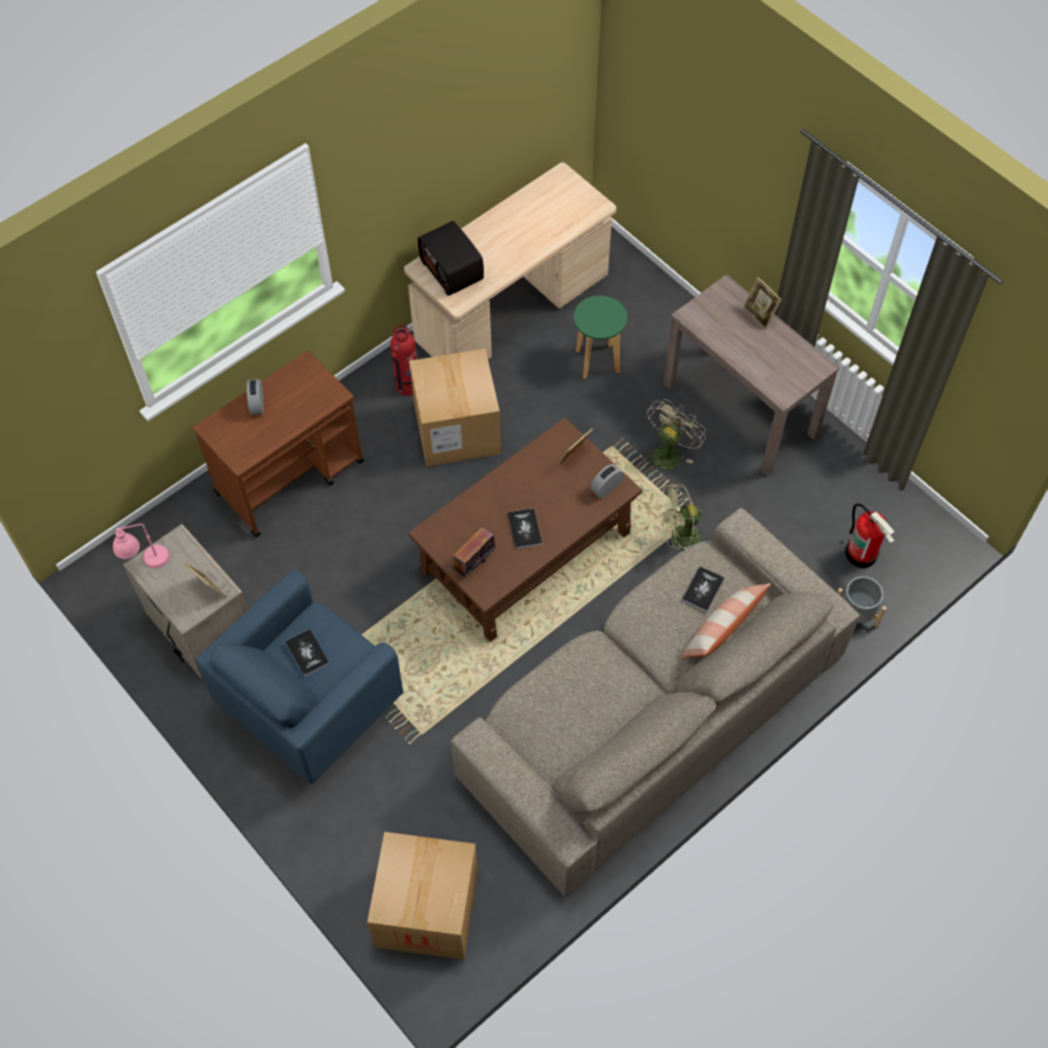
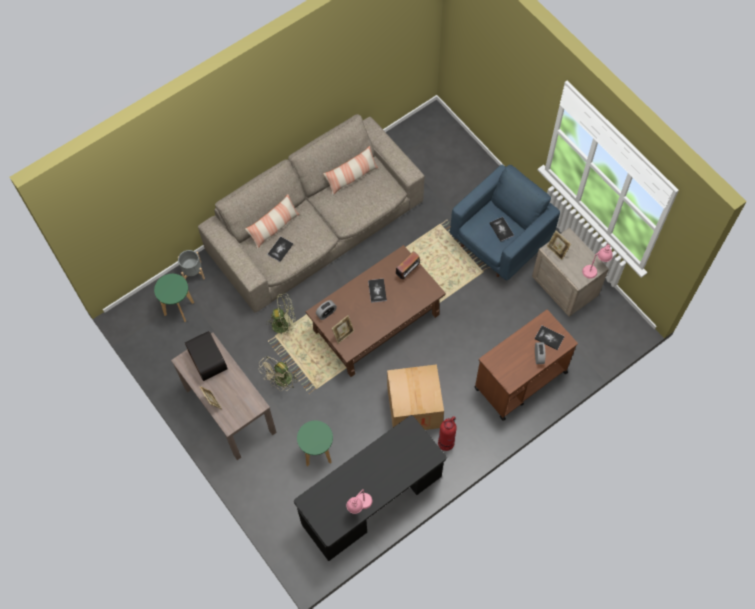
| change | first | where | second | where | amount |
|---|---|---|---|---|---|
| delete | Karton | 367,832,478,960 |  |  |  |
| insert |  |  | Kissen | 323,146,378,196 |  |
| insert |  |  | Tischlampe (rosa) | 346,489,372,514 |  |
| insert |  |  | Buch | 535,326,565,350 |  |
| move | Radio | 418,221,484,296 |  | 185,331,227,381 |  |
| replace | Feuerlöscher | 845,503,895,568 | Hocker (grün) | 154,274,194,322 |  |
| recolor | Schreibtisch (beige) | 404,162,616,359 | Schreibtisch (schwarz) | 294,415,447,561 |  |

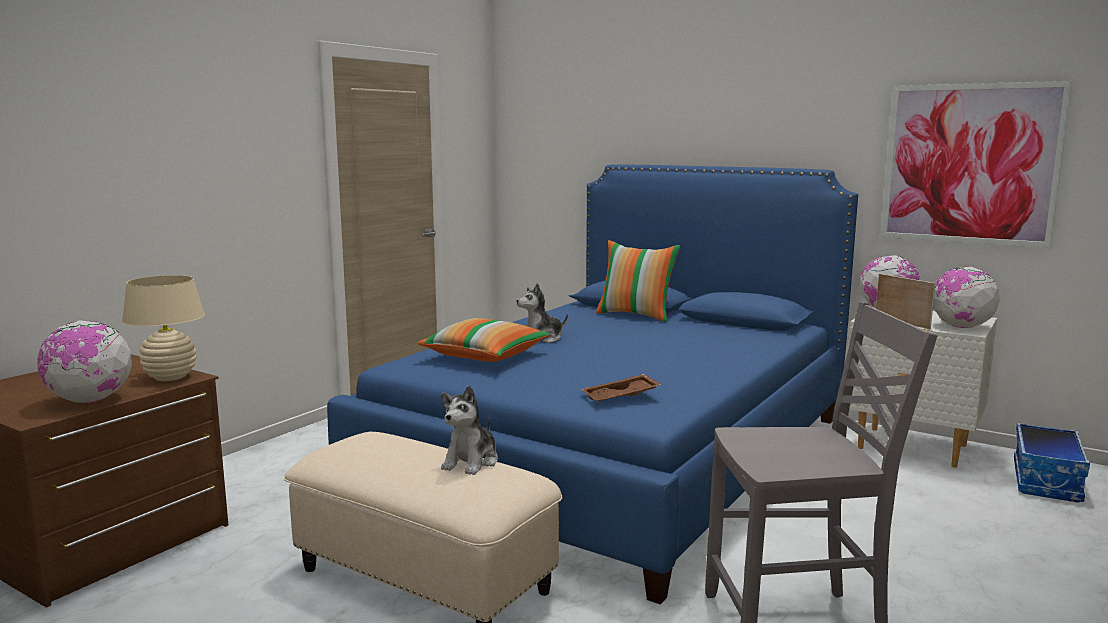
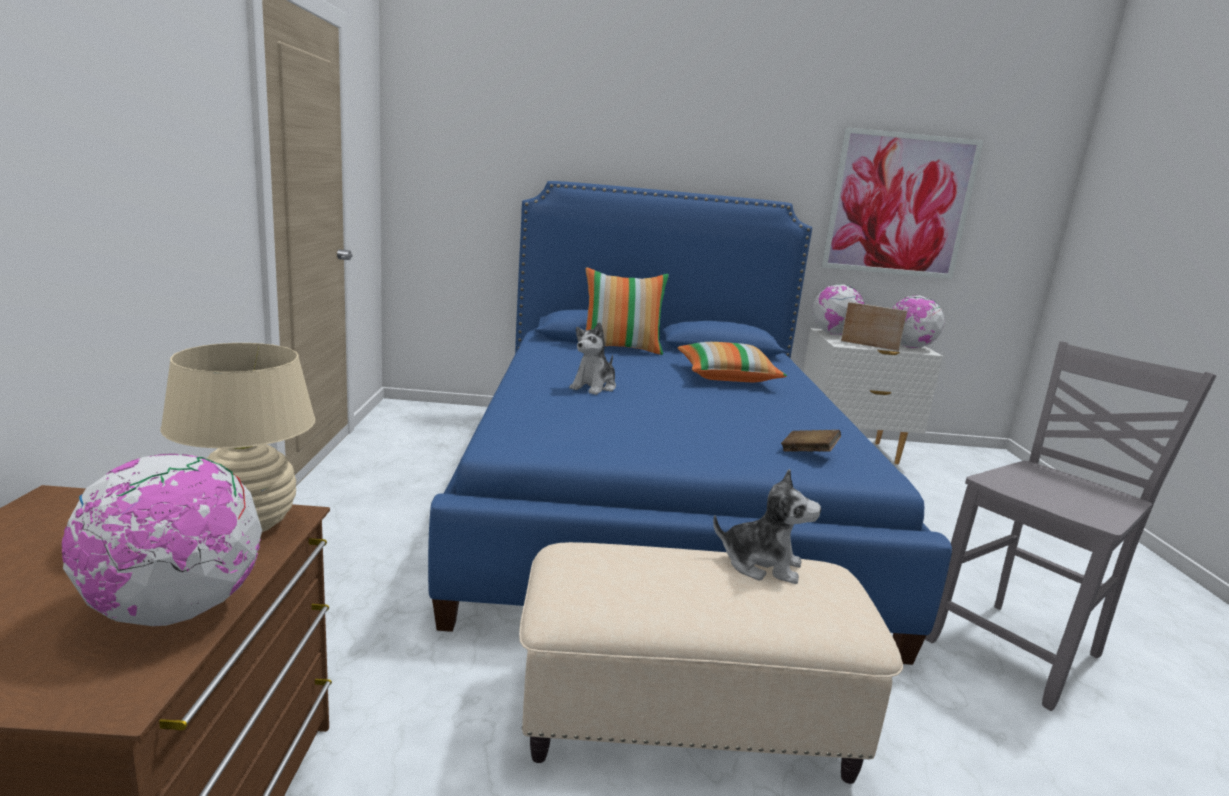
| change | first | where | second | where | amount |
|---|---|---|---|---|---|
| delete | Aufbewahrungsbox | 1014,423,1090,502 |  |  |  |
| move | Kissen | 418,318,550,362 |  | 677,342,787,382 |  |
| replace | Tablett (braun) | 581,374,662,401 | Buch (braun) | 781,430,841,452 |  |
| rotate | Plüschtier | 441,386,498,475 |  | 713,469,821,584 | 60 degrees counterclockwise |

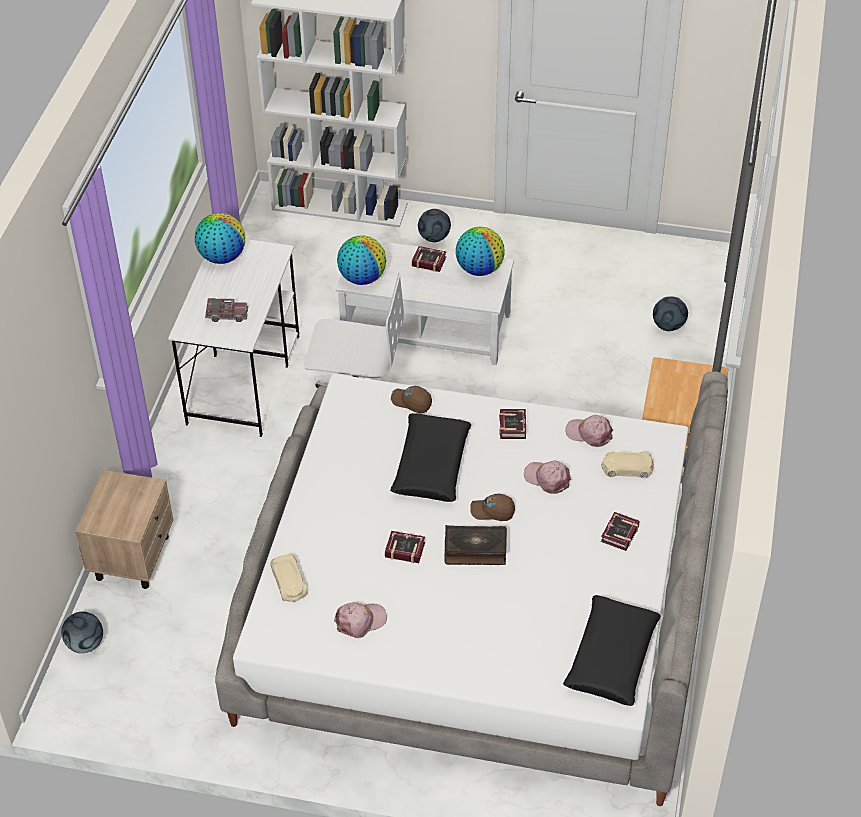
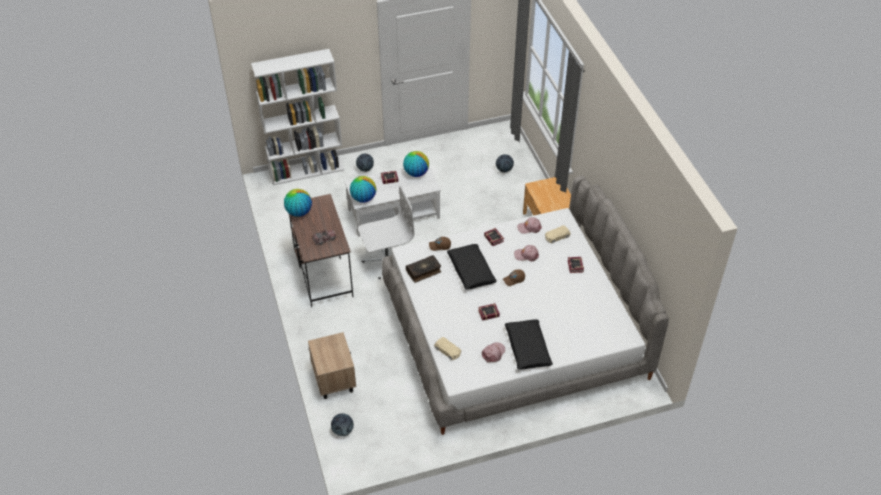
| change | first | where | second | where | amount |
|---|---|---|---|---|---|
| move | Buch | 444,525,507,565 |  | 406,255,441,283 |  |
| move | Kissen (schwarz) | 563,595,661,706 |  | 505,319,553,370 |  |
| recolor | Schreibtisch (weiß) | 168,239,300,437 | Schreibtisch (braun) | 289,194,353,307 |  |

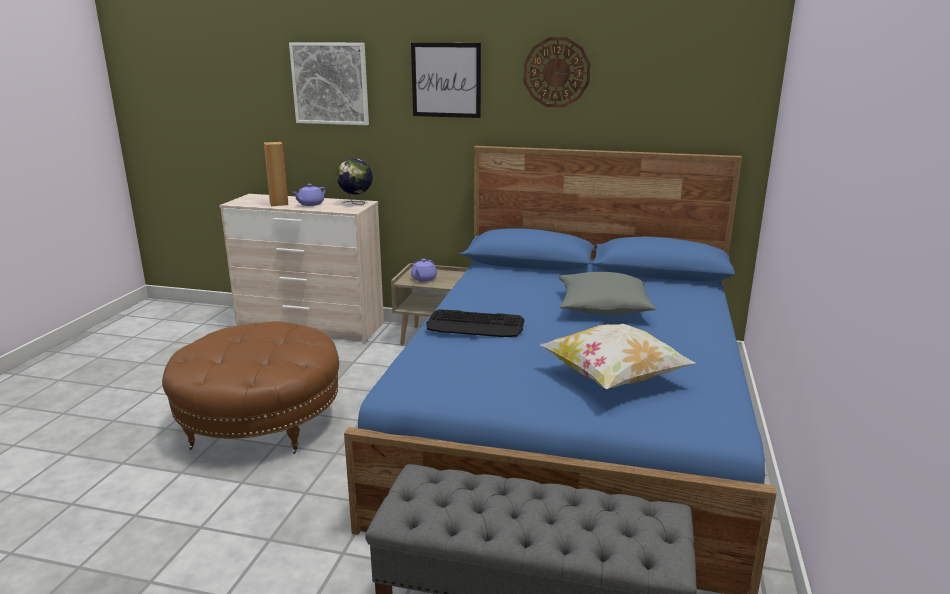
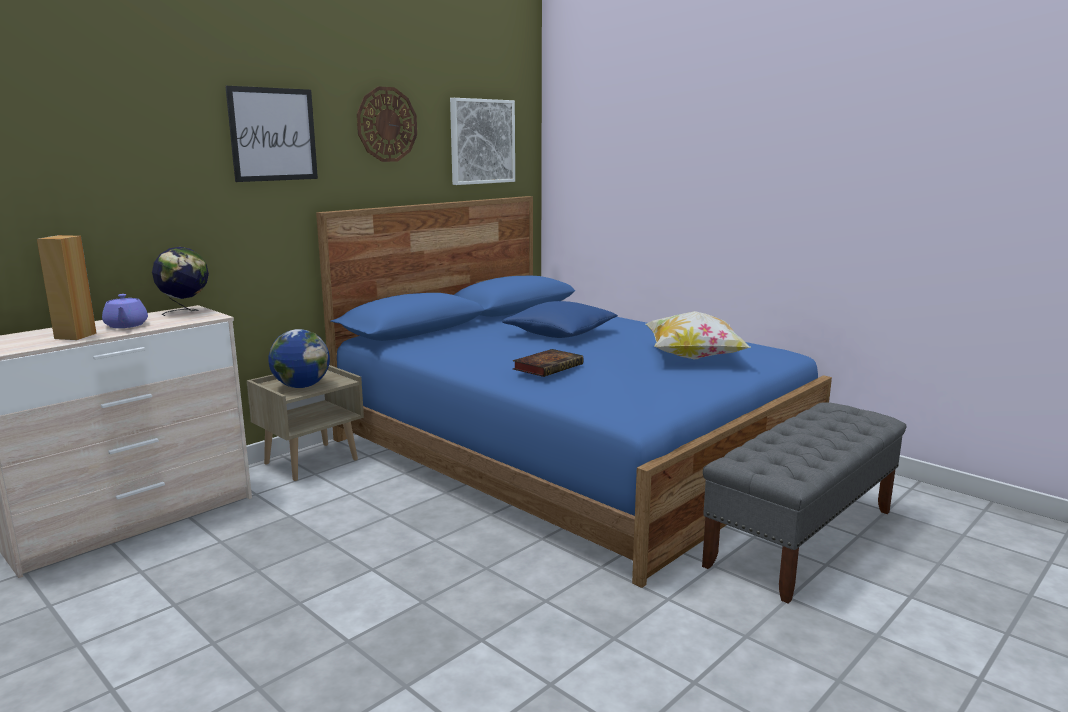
| change | first | where | second | where | amount |
|---|---|---|---|---|---|
| delete | Polsterhocker (braun) | 162,321,339,454 |  |  |  |
| move | Bild | 289,42,369,125 |  | 450,98,515,185 |  |
| replace | Teekanne (lila) | 411,259,437,282 | Globus | 268,329,330,388 |  |
| replace | Tastatur | 426,309,525,337 | Buch | 513,349,584,377 |  |
| recolor | Kissen (grau) | 559,272,657,315 | Kissen (blau) | 502,301,618,338 |  |

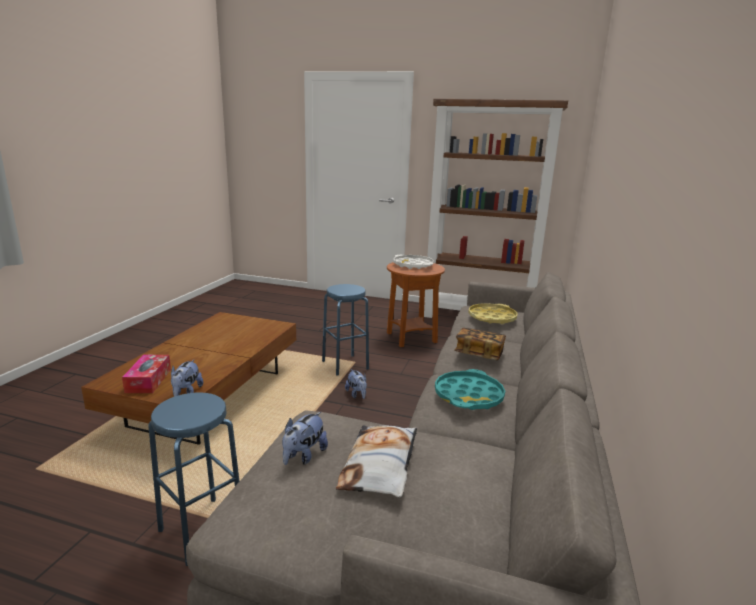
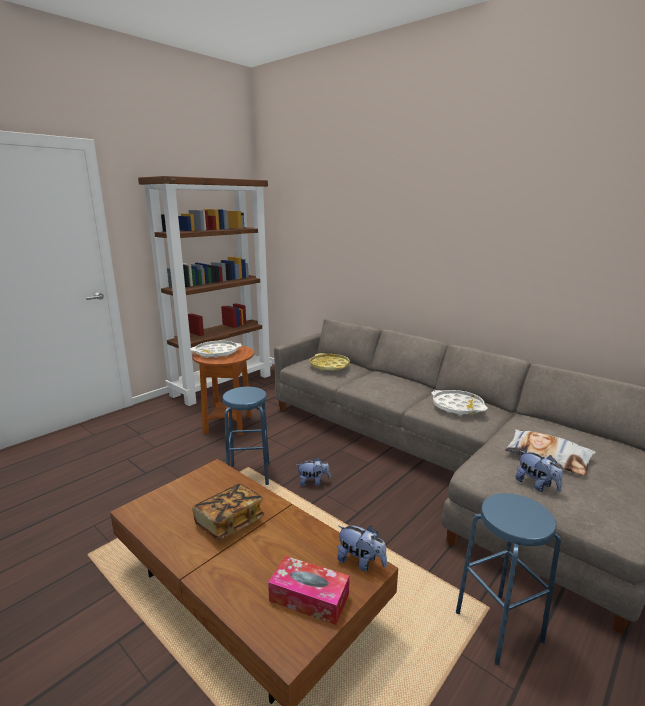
| change | first | where | second | where | amount |
|---|---|---|---|---|---|
| move | Buch | 454,328,506,360 |  | 192,484,264,540 |  |
| recolor | Tablett (türkis) | 435,369,505,410 | Tablett (weiß) | 432,390,487,415 |  |

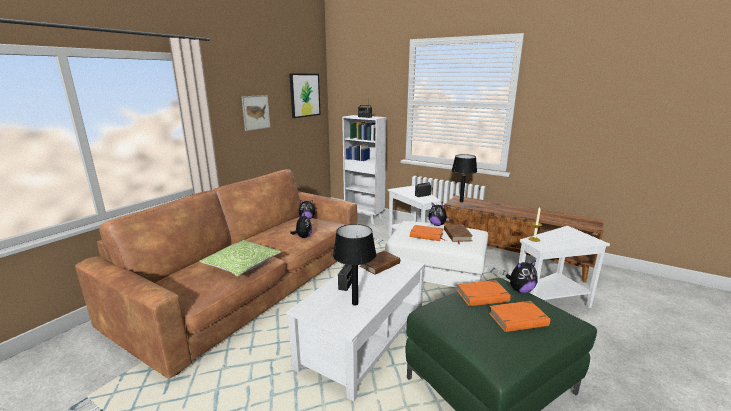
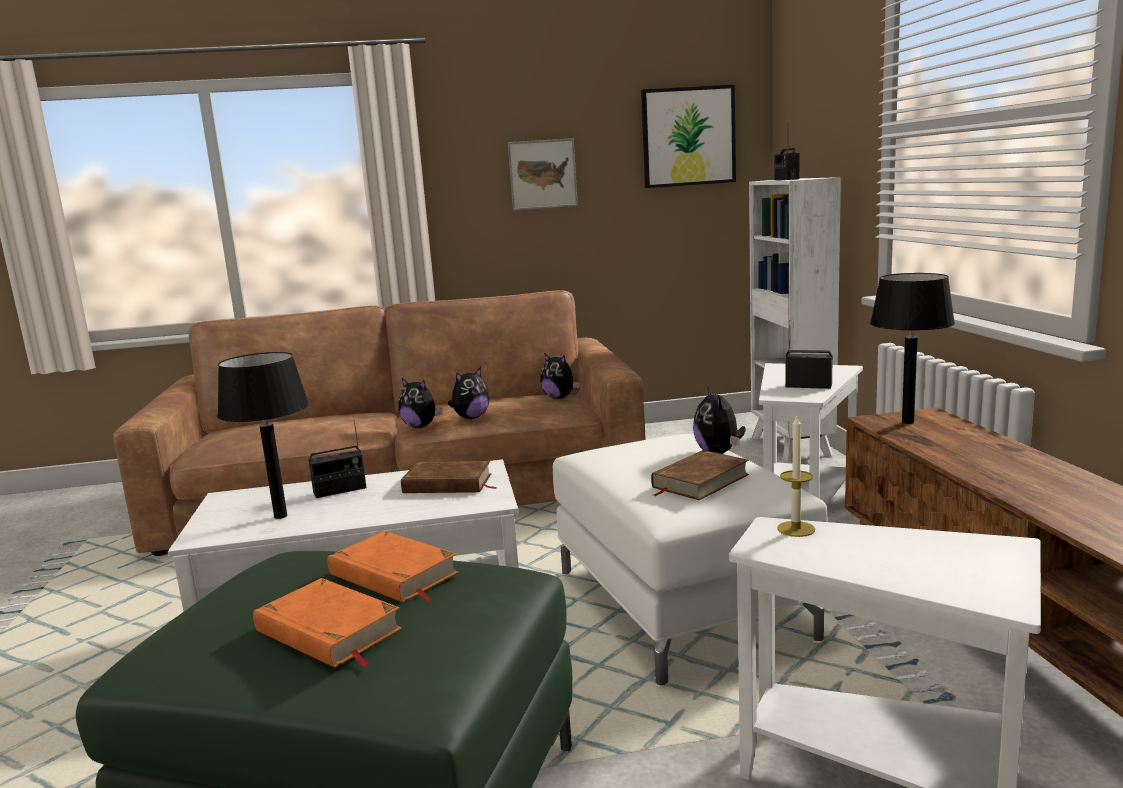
| change | first | where | second | where | amount |
|---|---|---|---|---|---|
| delete | Kissen | 199,240,281,277 |  |  |  |
| delete | Buch (orange) | 410,225,446,241 |  |  |  |
| move | Plüschtier | 505,260,537,293 |  | 398,378,443,428 |  |

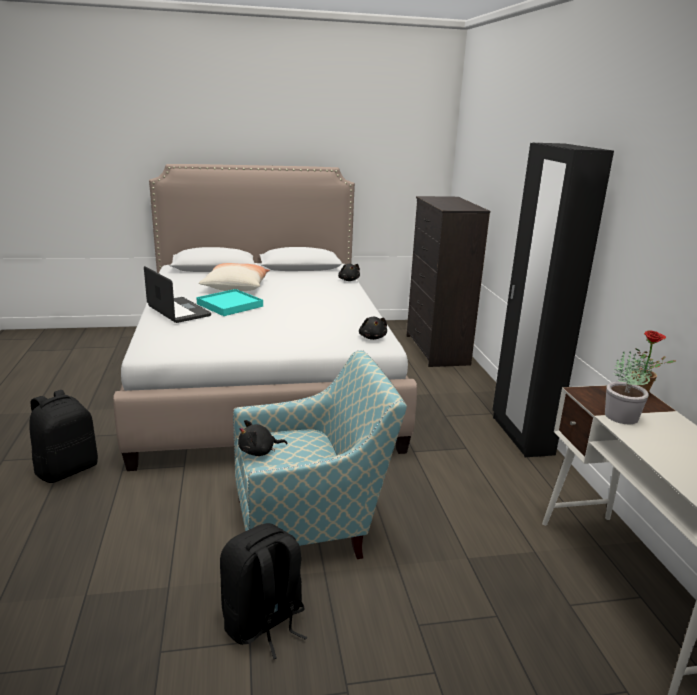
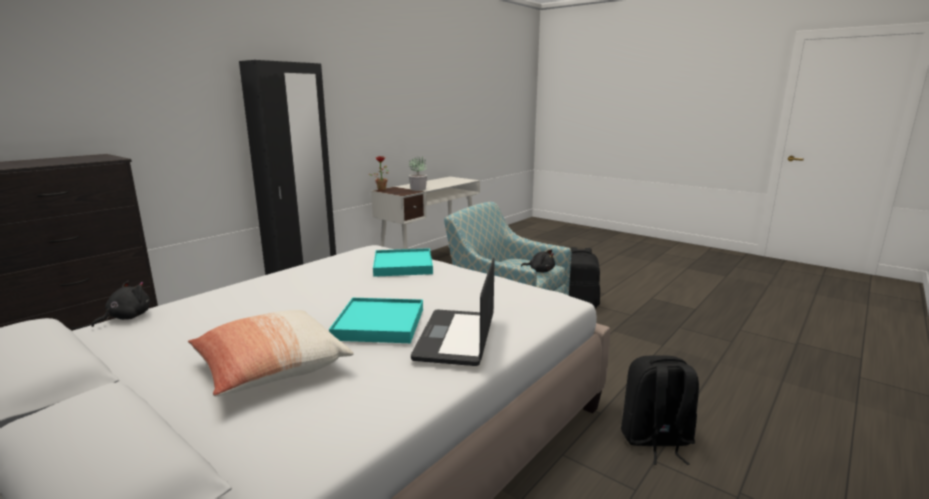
| change | first | where | second | where | amount |
|---|---|---|---|---|---|
| delete | Plüschtier (schwarz) | 359,317,387,340 |  |  |  |
| insert |  |  | Tablett (türkis) | 373,248,433,277 |  |

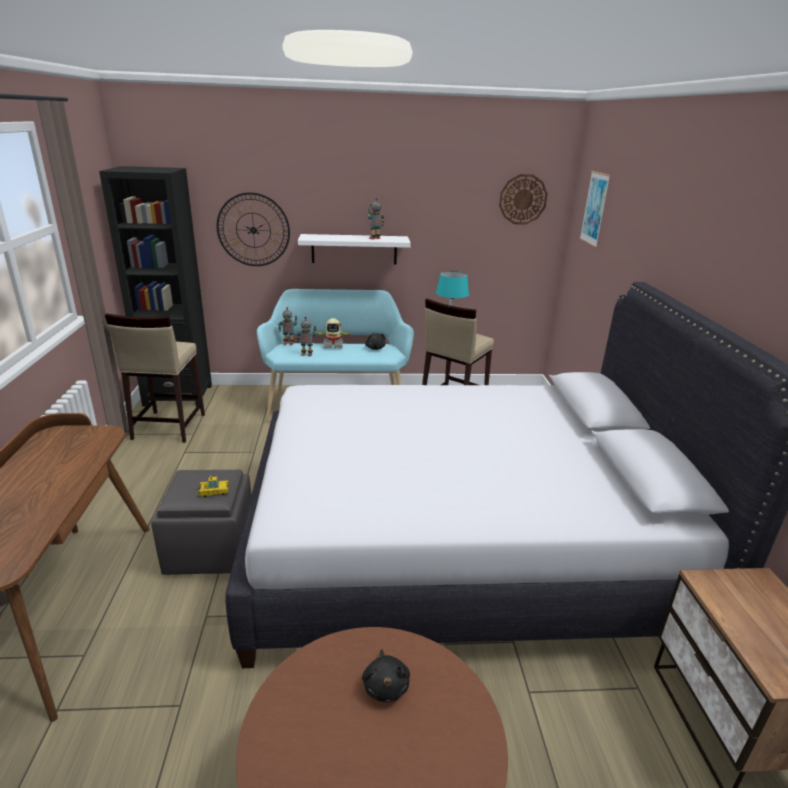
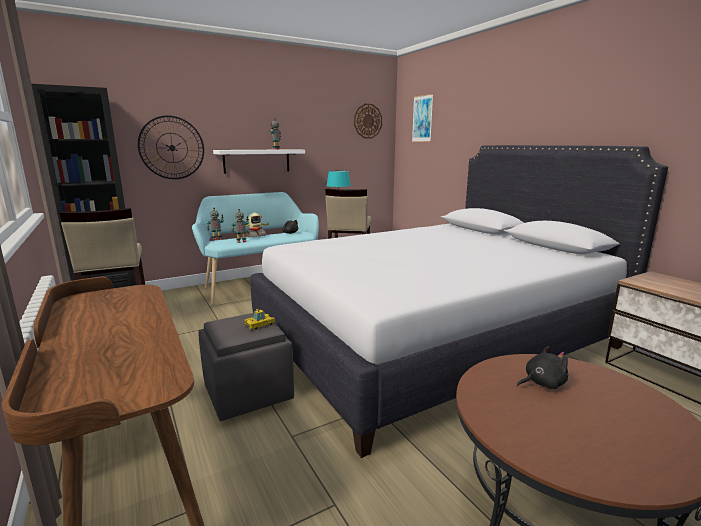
| change | first | where | second | where | amount |
|---|---|---|---|---|---|
| rotate | Plüschtier (schwarz) | 362,649,410,702 |  | 517,346,568,389 | 75 degrees counterclockwise |

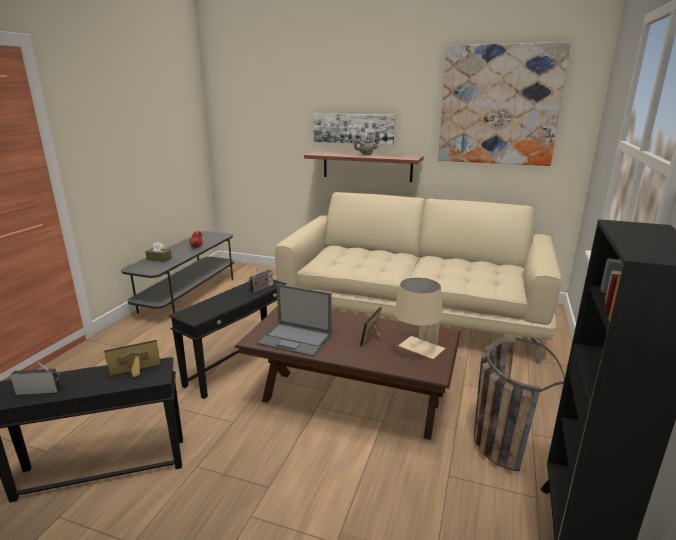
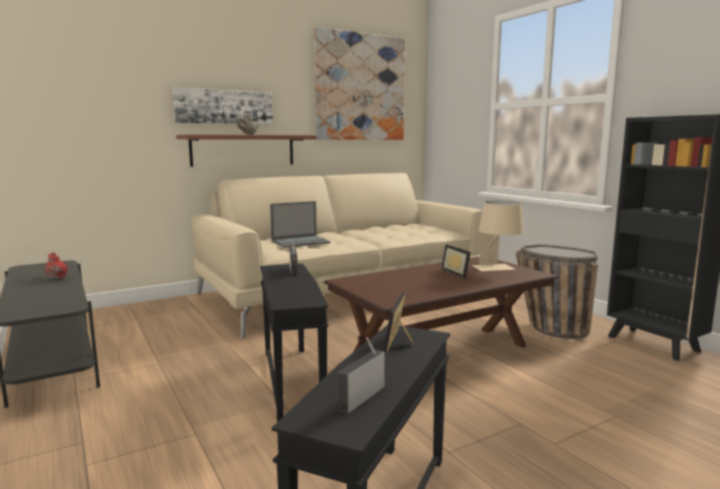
| change | first | where | second | where | amount |
|---|---|---|---|---|---|
| delete | Taschentuchbox (braun) | 145,242,172,262 |  |  |  |
| move | Laptop | 257,284,332,357 |  | 270,201,331,248 |  |

